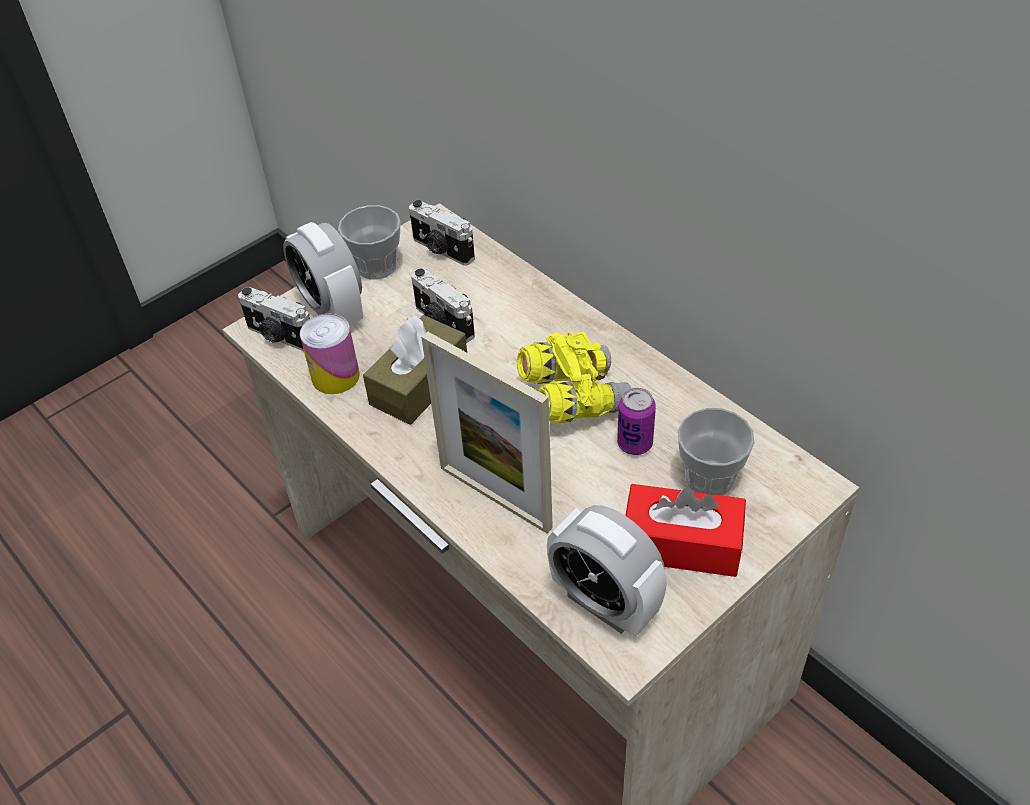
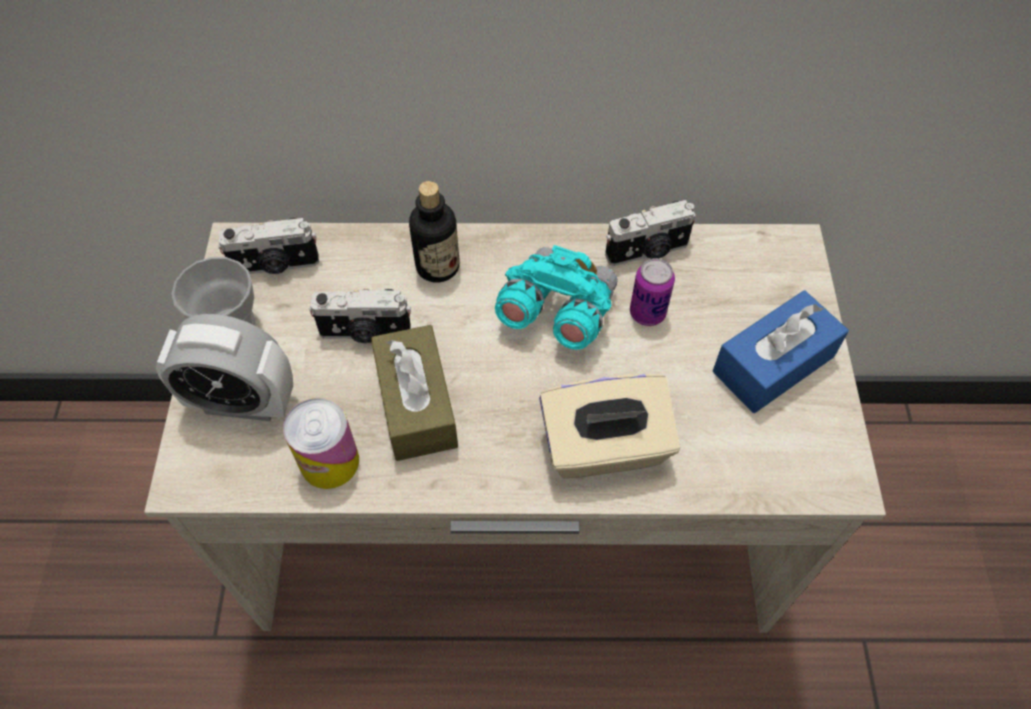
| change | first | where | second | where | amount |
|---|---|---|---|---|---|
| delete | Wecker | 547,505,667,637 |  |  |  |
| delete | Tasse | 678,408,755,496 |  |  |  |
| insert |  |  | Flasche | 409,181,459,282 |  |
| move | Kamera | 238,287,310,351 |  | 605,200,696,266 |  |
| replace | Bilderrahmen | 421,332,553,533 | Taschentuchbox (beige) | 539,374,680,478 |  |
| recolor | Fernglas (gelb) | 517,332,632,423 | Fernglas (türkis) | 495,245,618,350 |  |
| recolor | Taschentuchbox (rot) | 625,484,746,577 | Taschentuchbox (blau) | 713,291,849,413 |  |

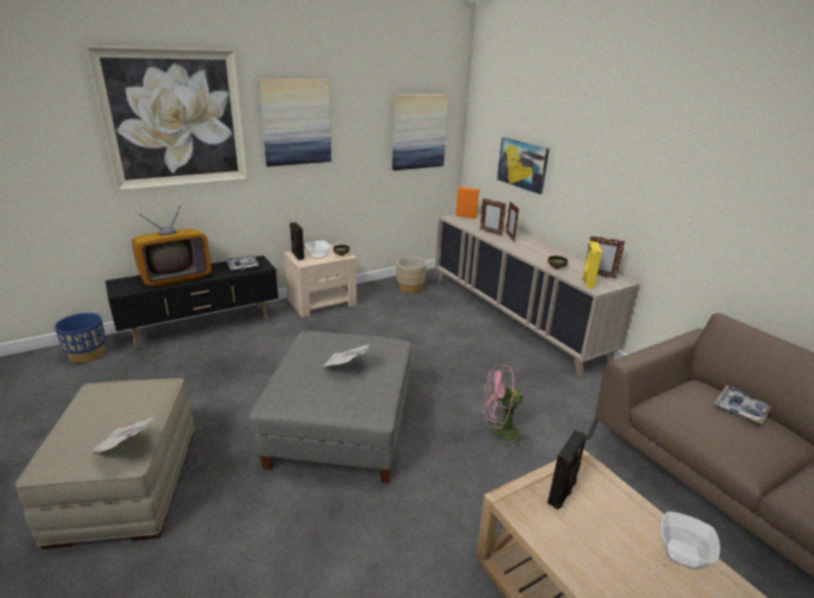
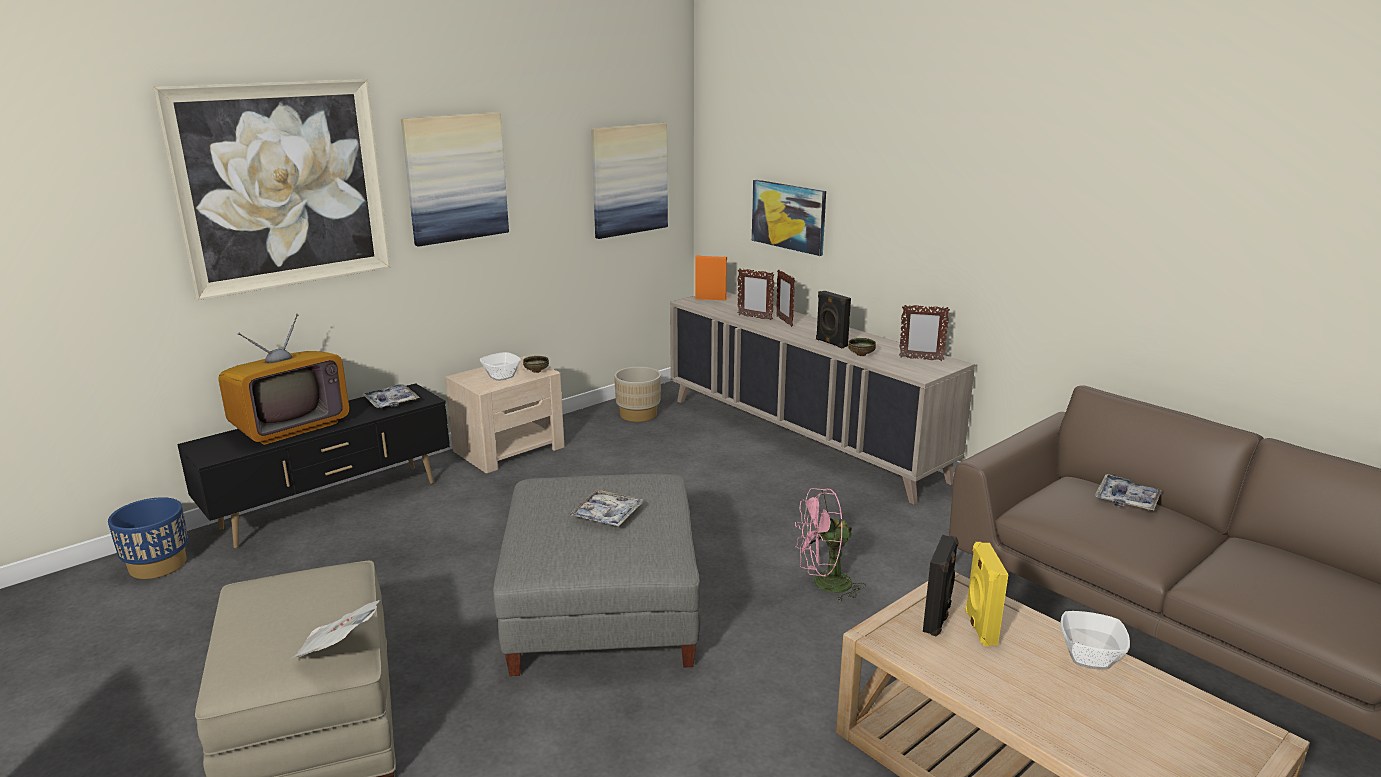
| change | first | where | second | where | amount |
|---|---|---|---|---|---|
| move | Lautsprecher (schwarz) | 290,222,304,260 |  | 816,291,851,348 |  |
| move | Lautsprecher (gelb) | 583,241,602,289 |  | 965,542,1008,646 |  |
| replace | Zeitung | 321,344,371,367 | Tablett | 568,489,643,527 |  |

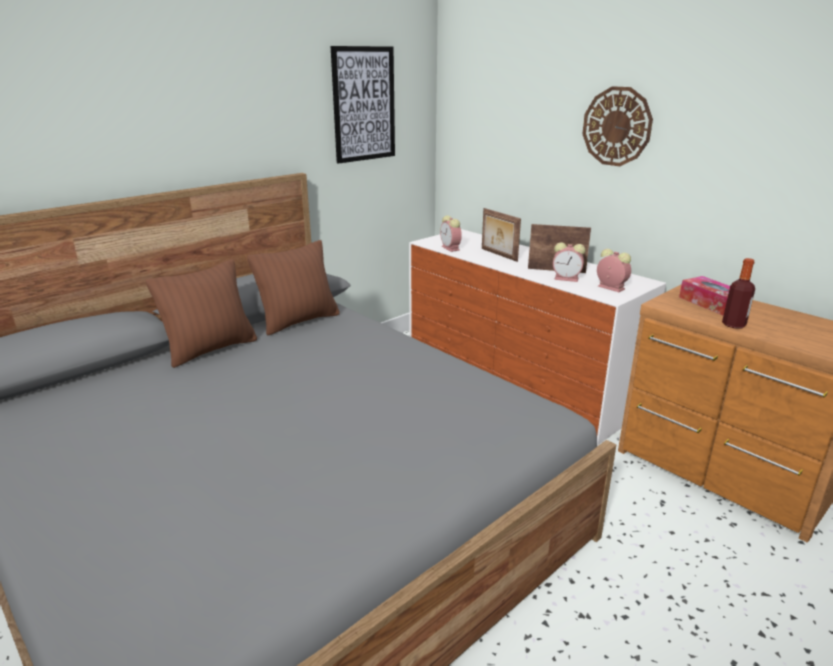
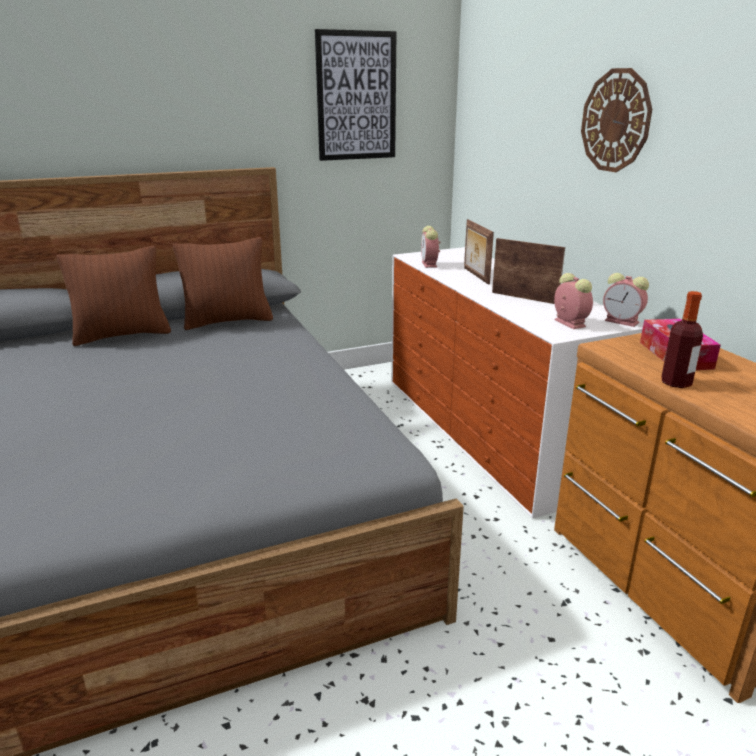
| change | first | where | second | where | amount |
|---|---|---|---|---|---|
| move | Wecker | 553,242,585,282 |  | 603,273,649,327 |  |

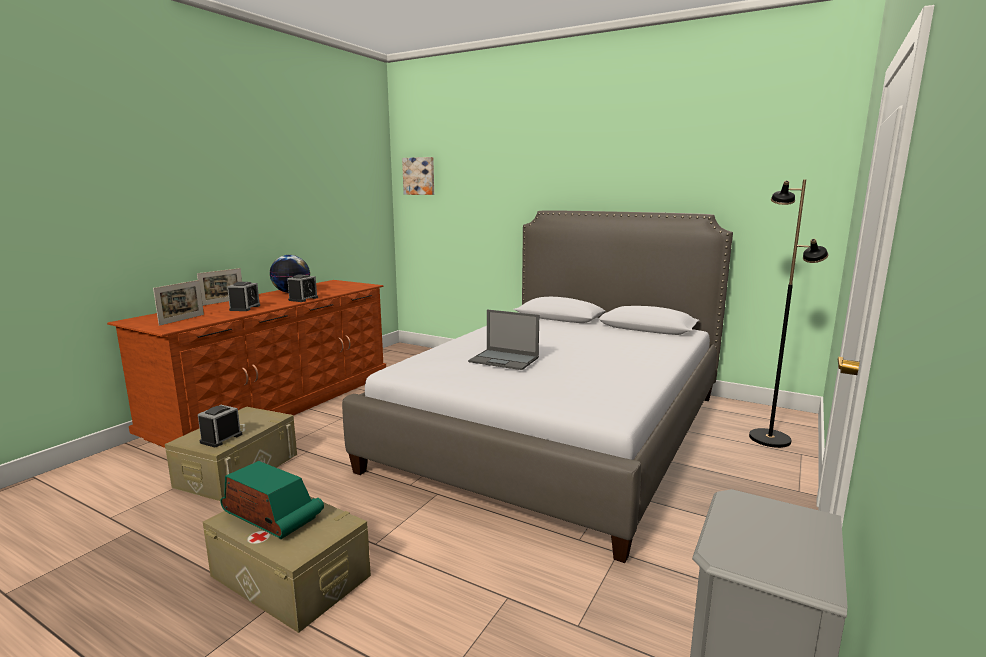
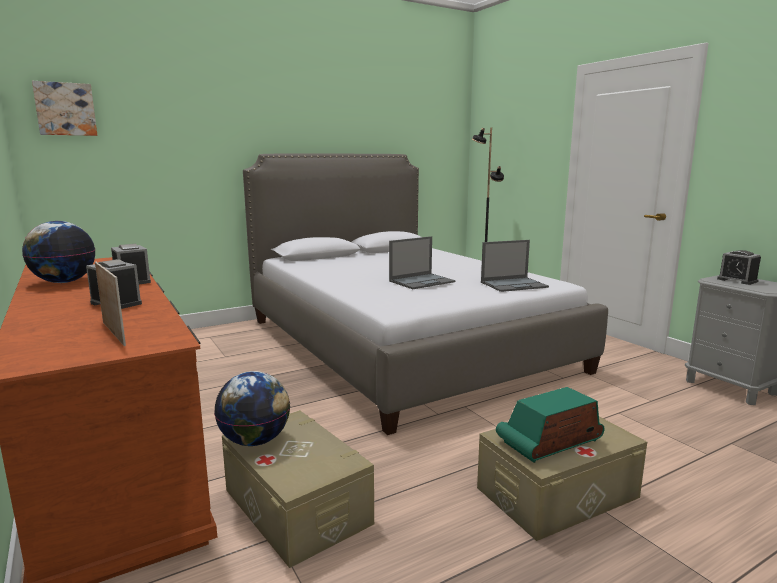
| change | first | where | second | where | amount |
|---|---|---|---|---|---|
| delete | Bilderrahmen | 197,268,242,306 |  |  |  |
| insert |  |  | Globus | 214,371,290,446 |  |
| insert |  |  | Laptop | 481,240,549,292 |  |
| move | Wecker | 198,405,242,447 |  | 717,250,761,285 |  |

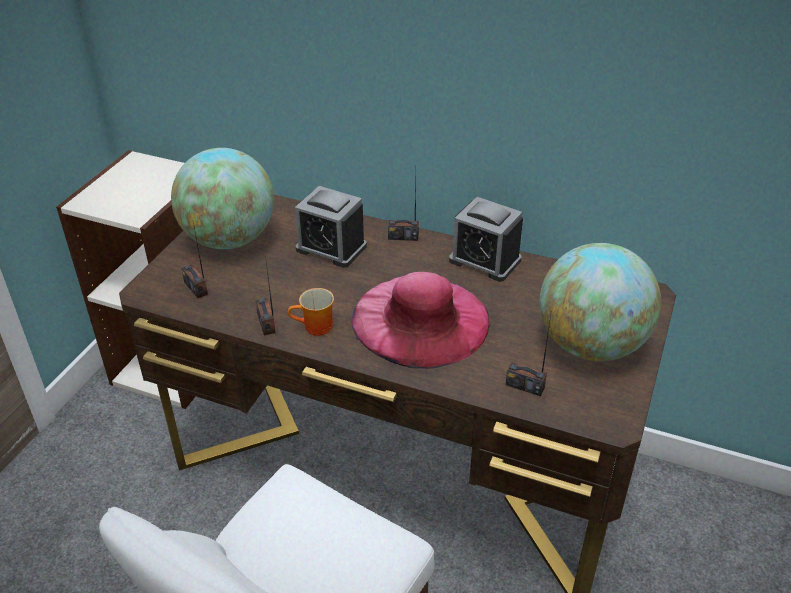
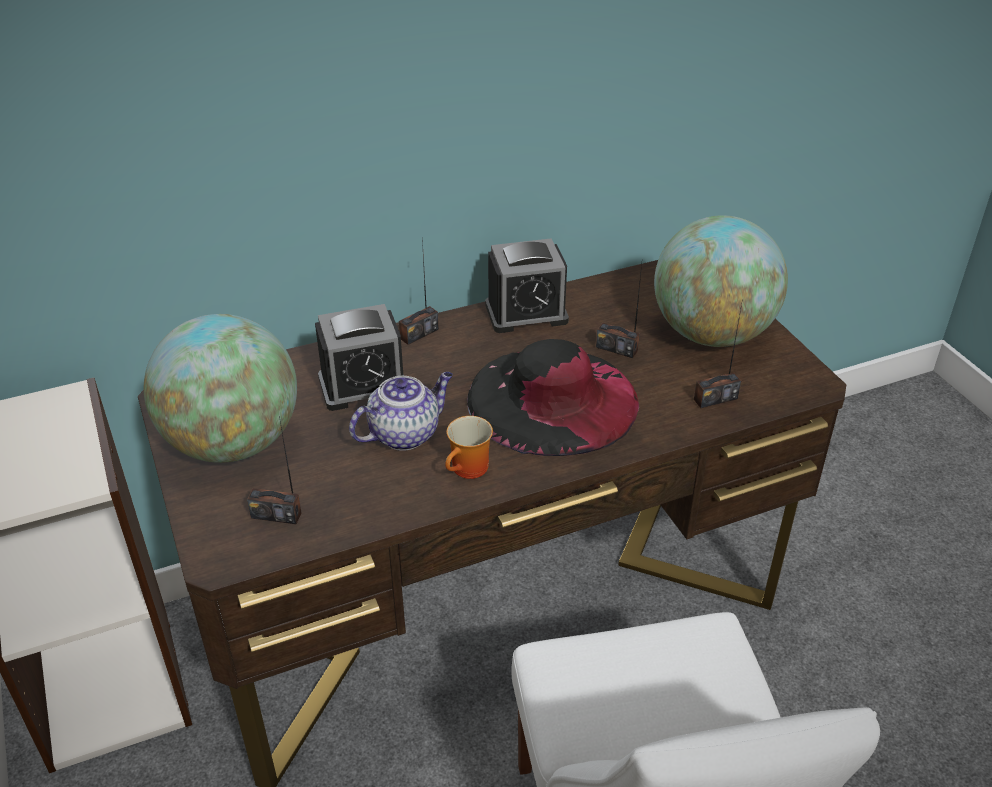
| change | first | where | second | where | amount |
|---|---|---|---|---|---|
| insert |  |  | Teekanne | 349,372,453,451 |  |
| move | Radio | 256,256,276,336 |  | 596,264,642,358 |  |
| recolor | Hut (rosa) | 351,272,490,369 | Hut (schwarz) | 467,339,639,456 |  |

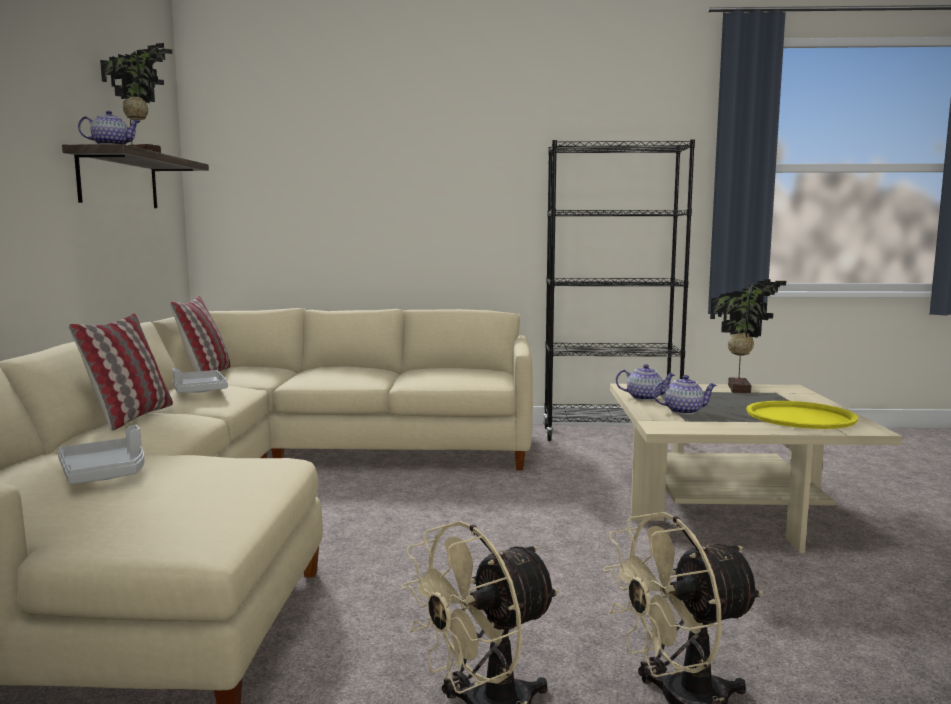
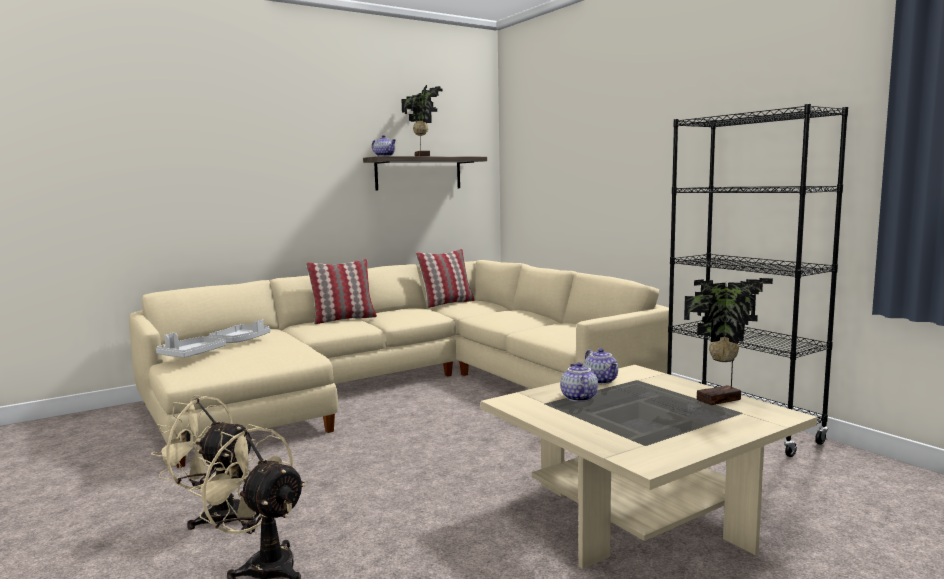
| change | first | where | second | where | amount |
|---|---|---|---|---|---|
| delete | Tablett (gelb) | 746,401,858,429 |  |  |  |
| move | Tablett (grau) | 173,368,228,393 |  | 156,333,226,358 |  |
| rotate | Teekanne | 653,375,717,414 |  | 560,362,598,402 | 150 degrees counterclockwise |

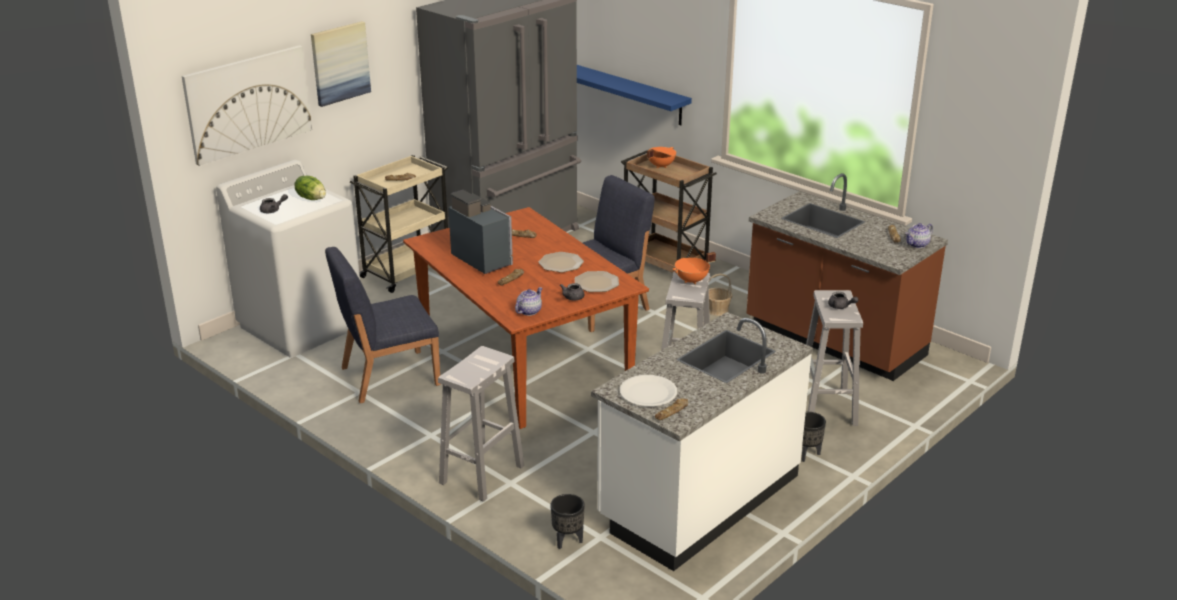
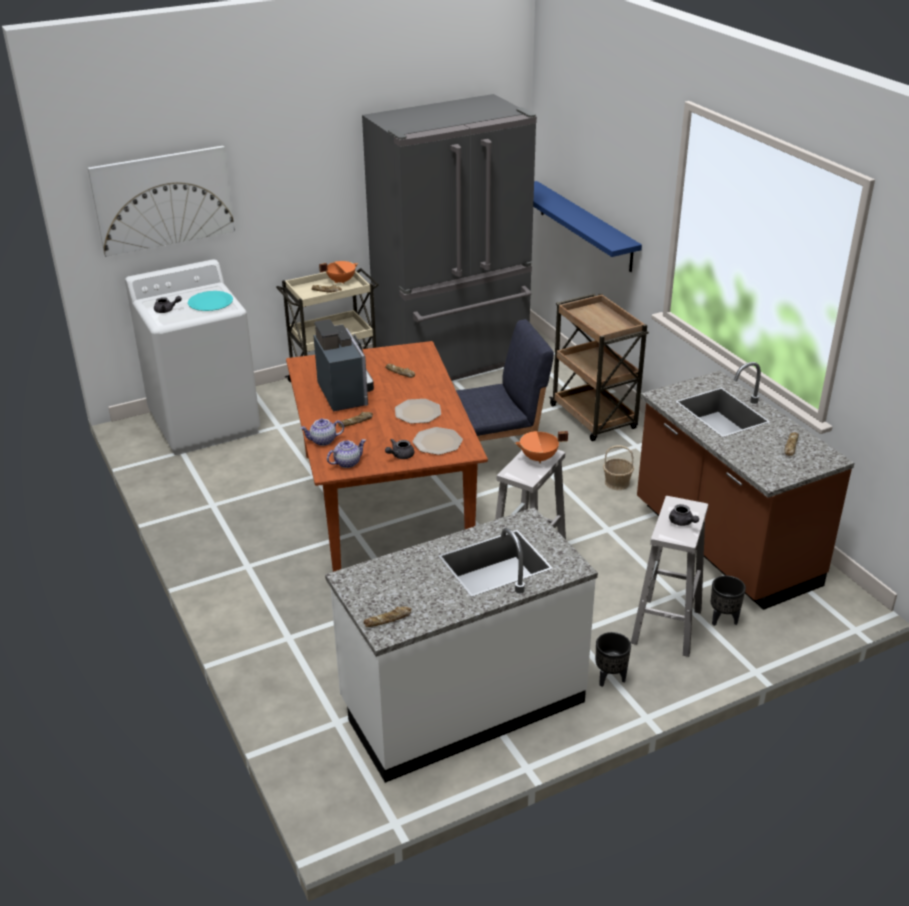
| change | first | where | second | where | amount |
|---|---|---|---|---|---|
| delete | Bild | 311,21,371,107 |  |  |  |
| delete | Stuhl (blau) | 325,247,441,403 |  |  |  |
| delete | Hocker (weiß) | 438,346,524,502 |  |  |  |
| delete | Teller (weiß) | 620,375,677,407 |  |  |  |
| move | Pflanzkübel (schwarz) | 550,494,585,549 |  | 711,575,746,626 |  |
| move | Kochtopf (orange) | 647,147,676,168 |  | 319,261,358,284 |  |
| move | Teekanne | 905,223,933,248 |  | 300,419,344,446 |  |
| replace | Salatkopf | 294,176,326,200 | Teller (türkis) | 188,291,233,311 |  |

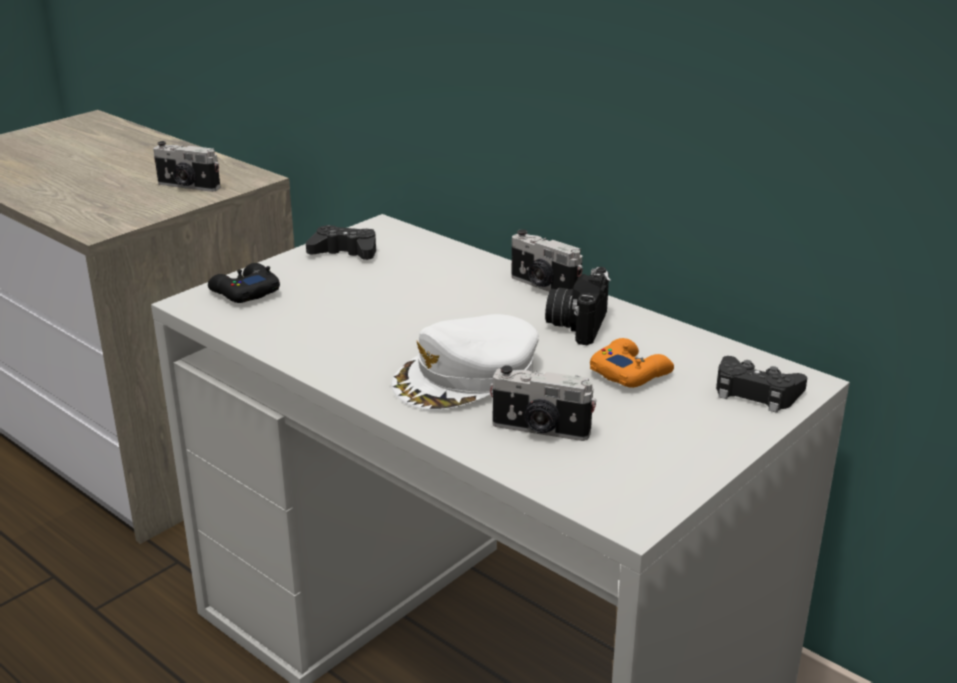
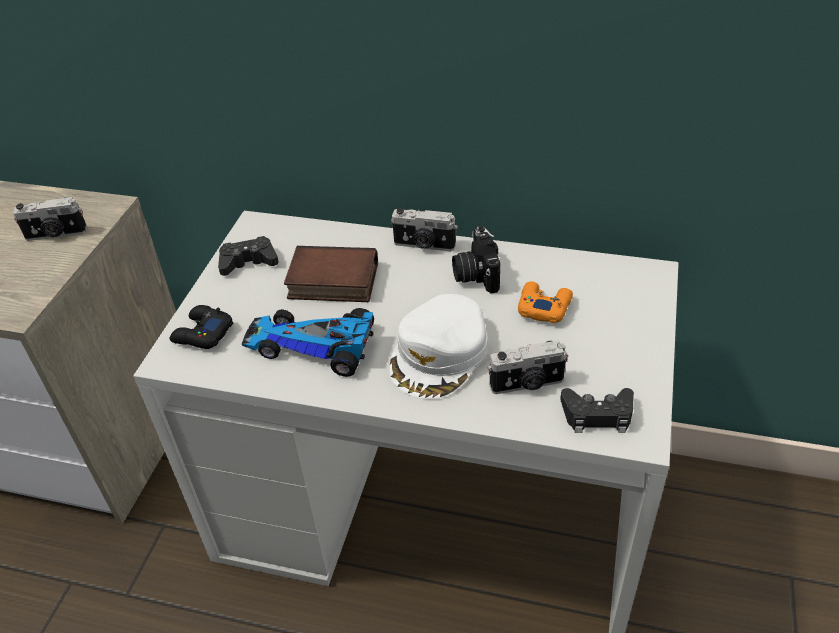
| change | first | where | second | where | amount |
|---|---|---|---|---|---|
| insert |  |  | Spielzeugauto | 242,308,374,377 |  |
| insert |  |  | Buch | 284,246,378,302 |  |
| move | Gamepad (schwarz) | 716,356,807,413 |  | 560,388,634,433 |  |

